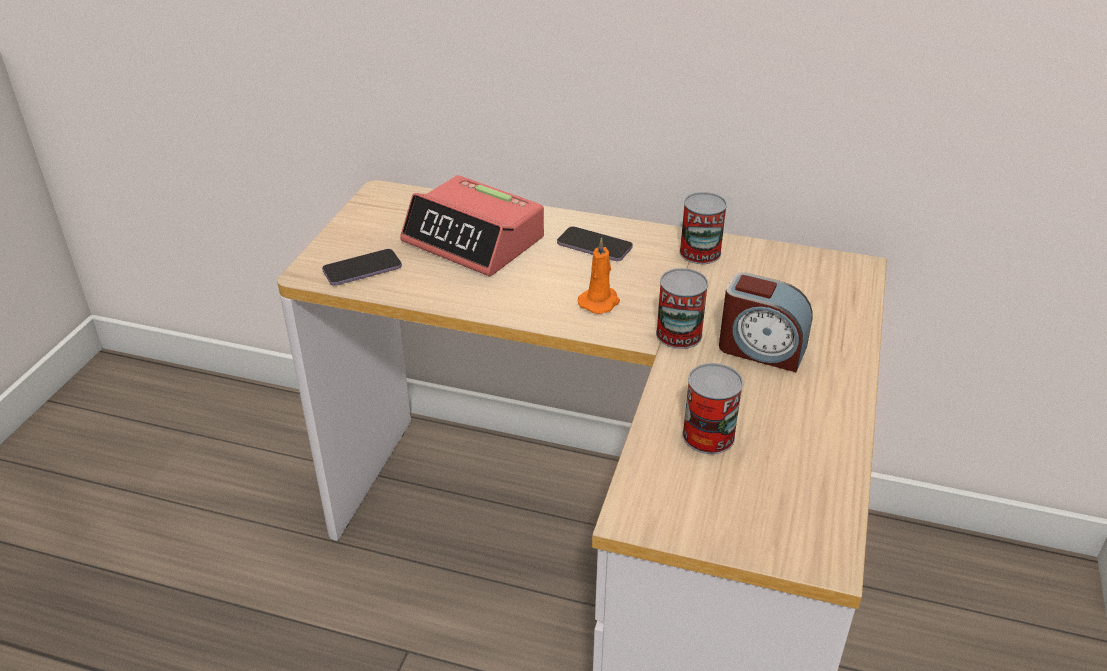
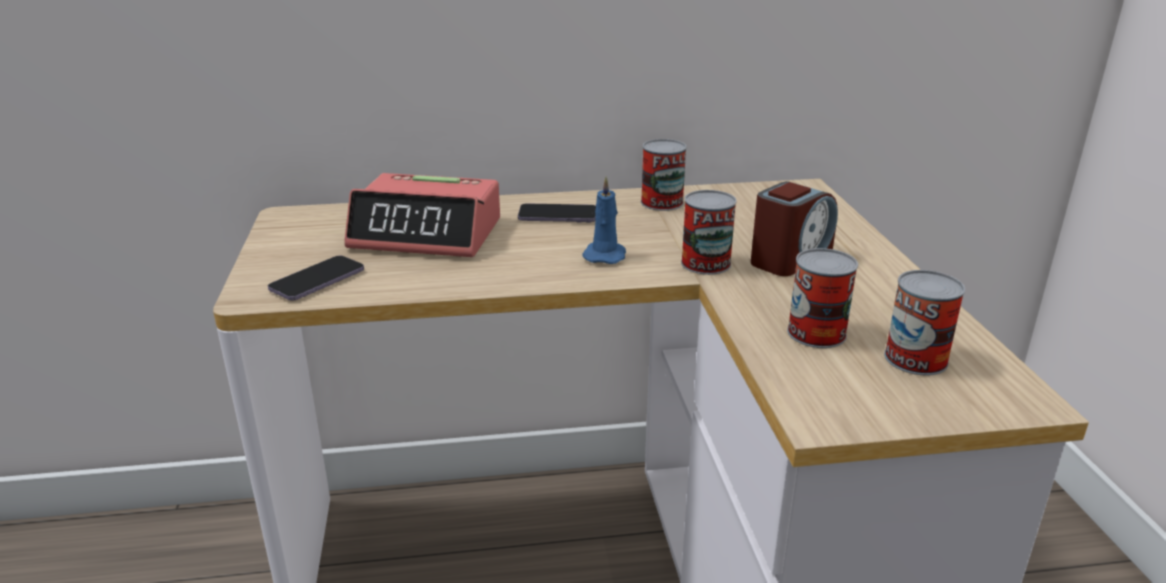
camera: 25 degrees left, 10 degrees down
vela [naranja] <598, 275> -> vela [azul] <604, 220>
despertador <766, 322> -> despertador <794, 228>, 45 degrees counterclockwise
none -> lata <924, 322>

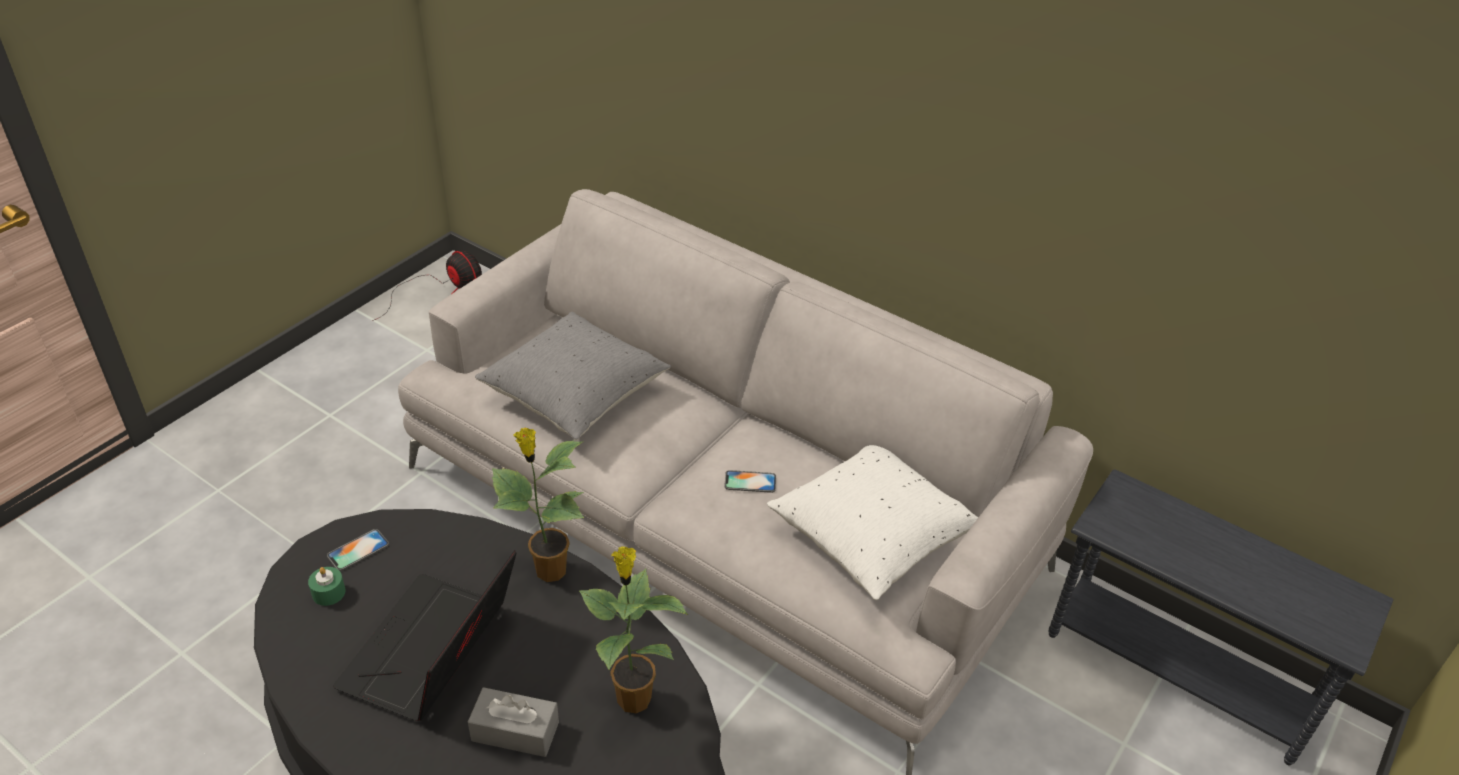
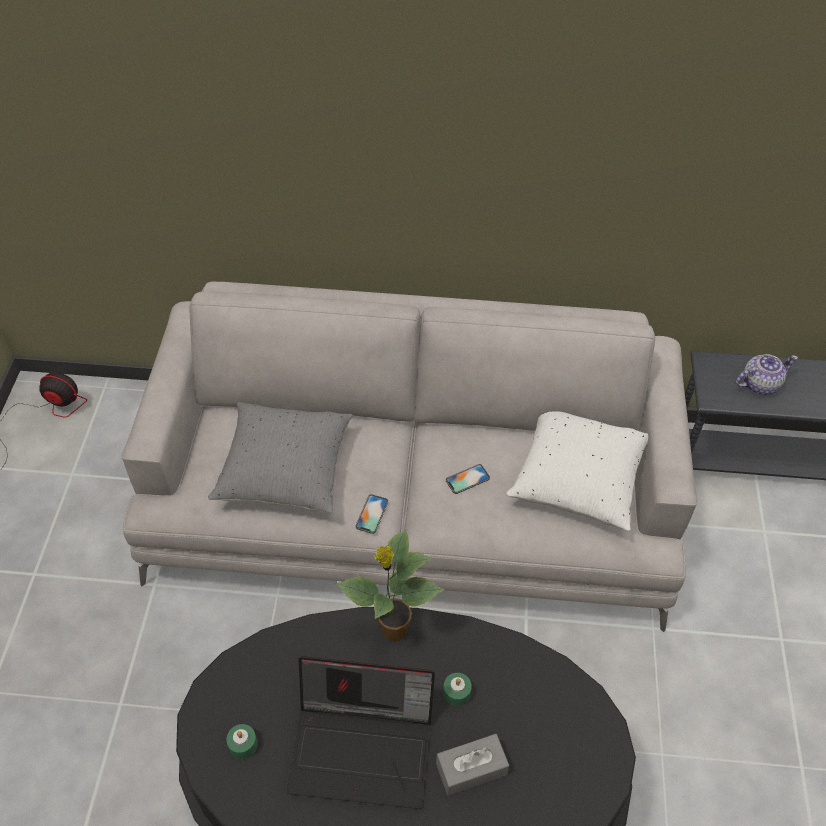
camera: 30 degrees left, 10 degrees up
móvil <358, 550> -> móvil <372, 514>, moved
planta en maceta <633, 629> -> none
portátil <425, 635> -> portátil <361, 732>, 75 degrees counterclockwise
none -> tetera <767, 374>
none -> vela [verde] <457, 689>

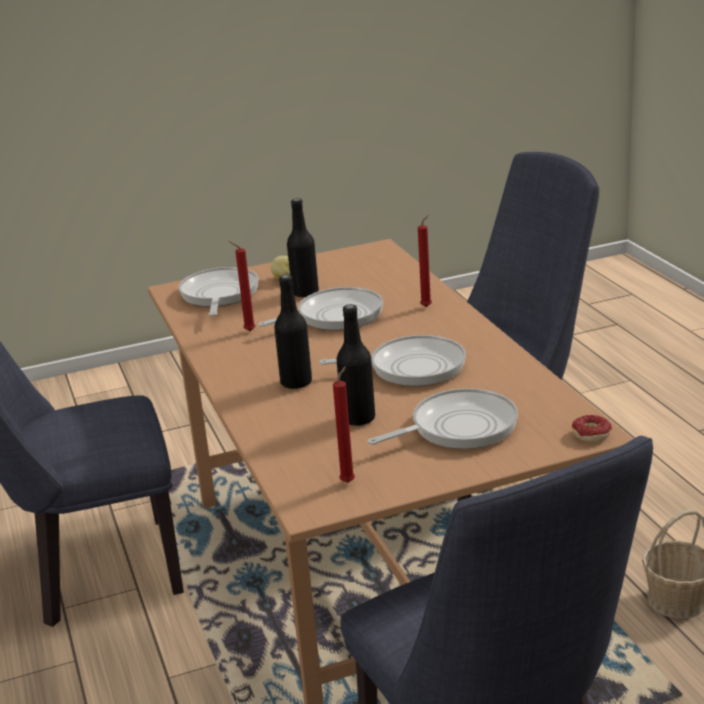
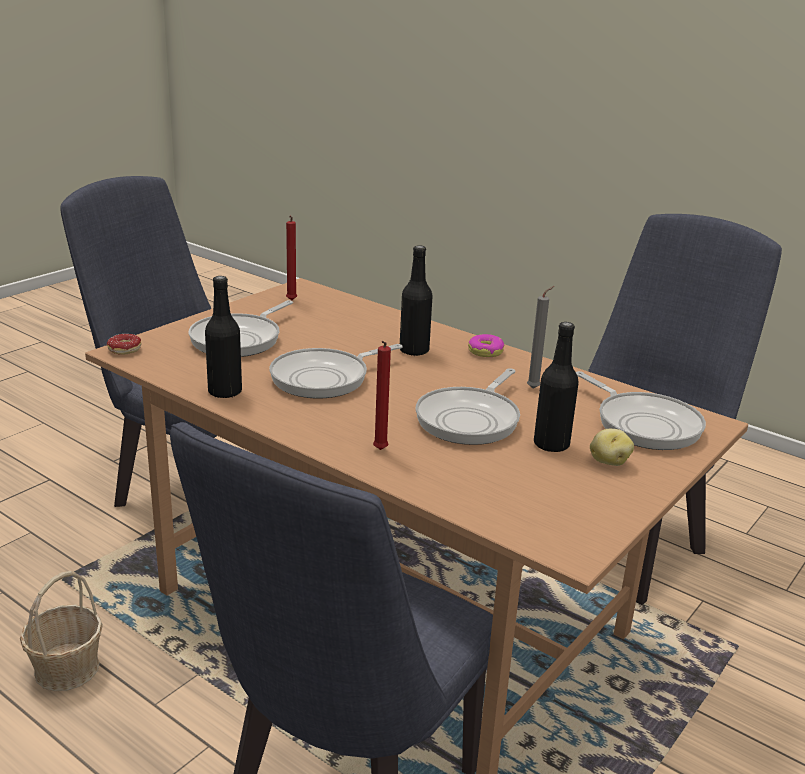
camera: 145 degrees right, 0 degrees up
vela [rojo] <242, 286> -> vela [gris] <541, 337>
botella [negro] <356, 365> -> botella [negro] <223, 337>, moved
none -> rosquilla <486, 345>

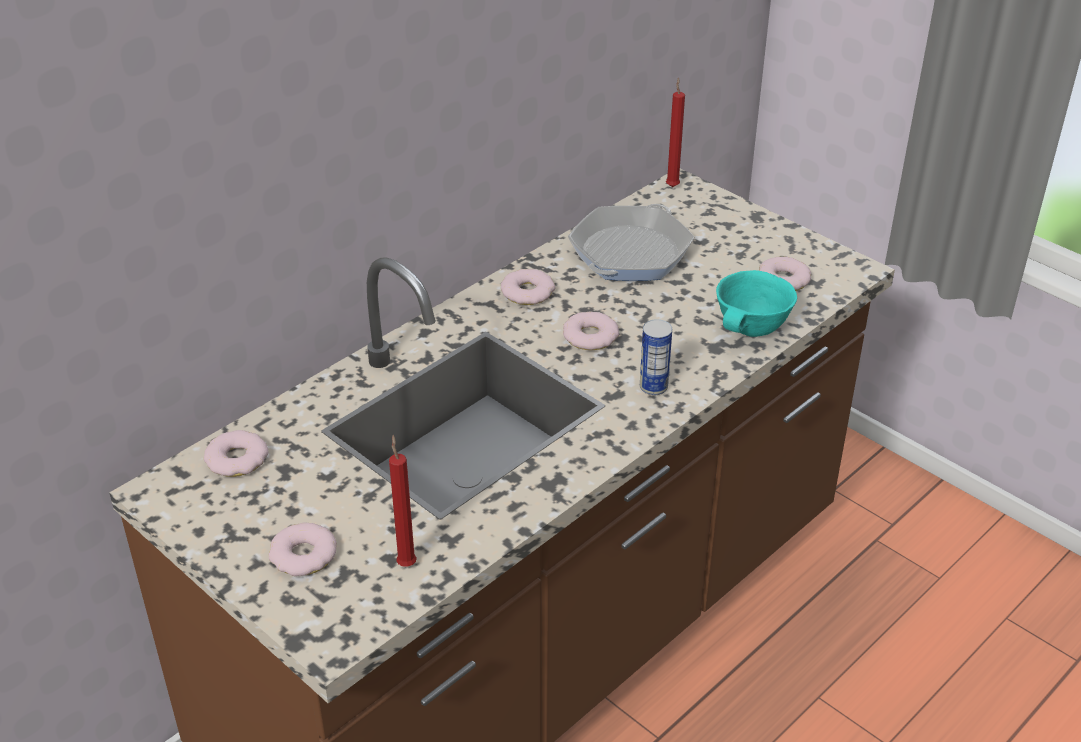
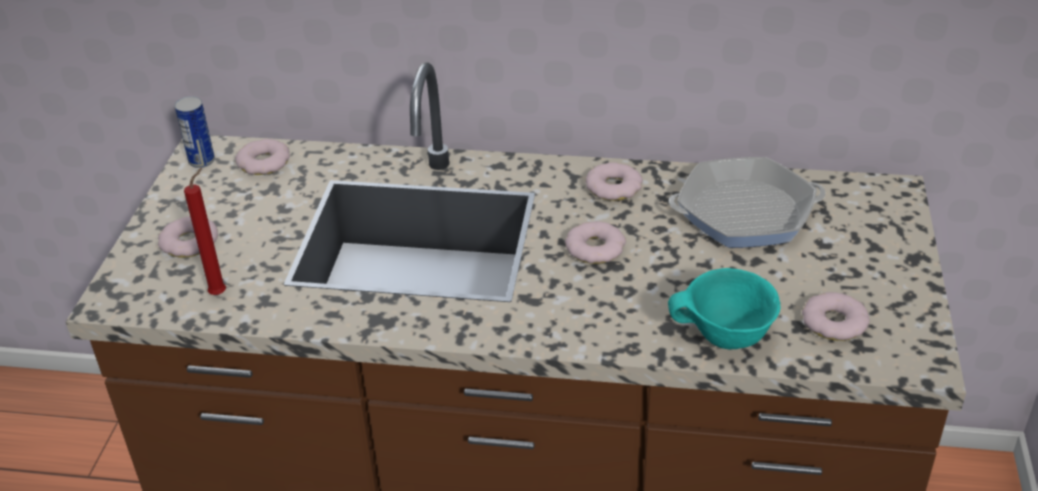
camera: 55 degrees right, 0 degrees up
vela [rojo] <675, 132> -> none
lata <656, 357> -> lata <195, 132>, moved

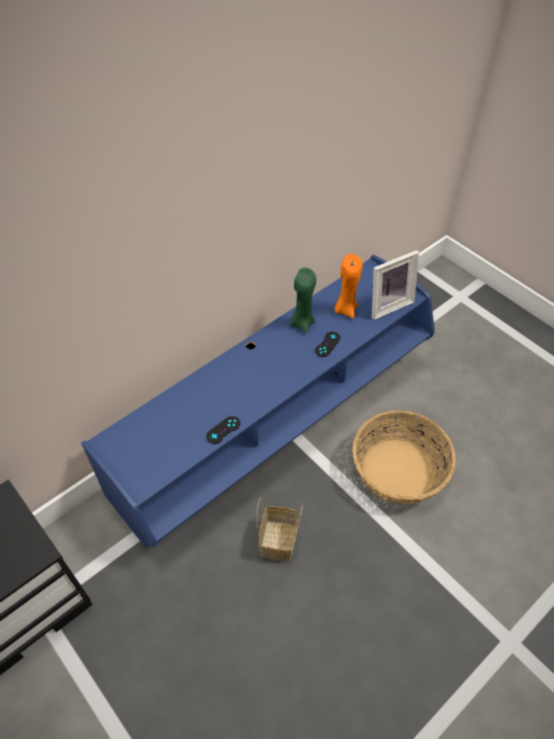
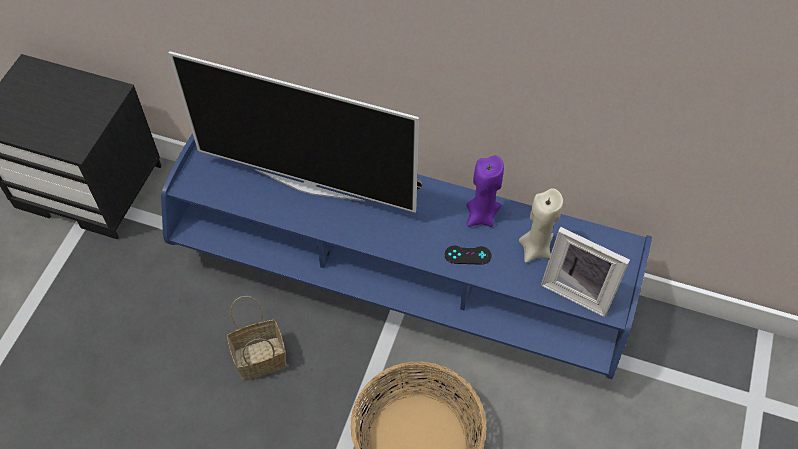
camera: 60 degrees right, 5 degrees up
vela [naranja] <348, 286> -> vela [beis] <541, 225>
vela [verde] <303, 300> -> vela [morado] <485, 191>
mando de consola [negro] <223, 430> -> none
none -> televisor <294, 132>

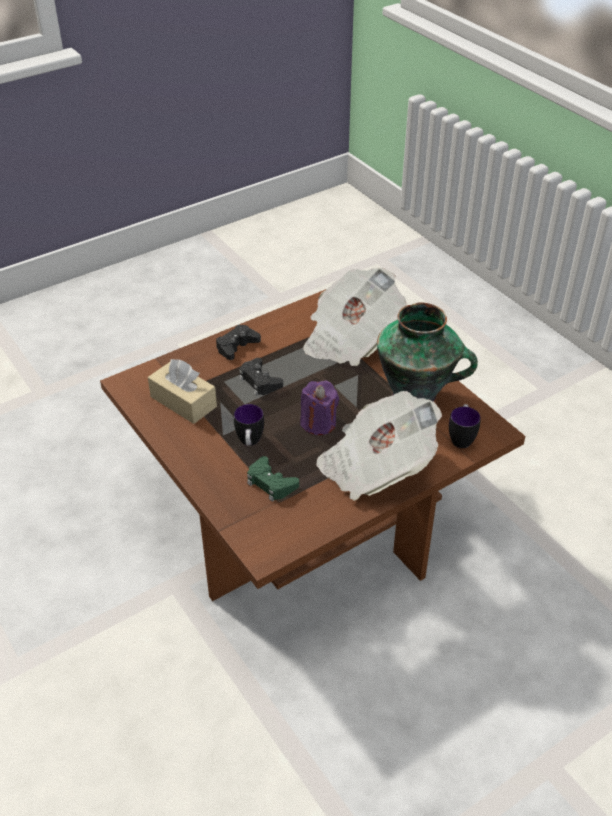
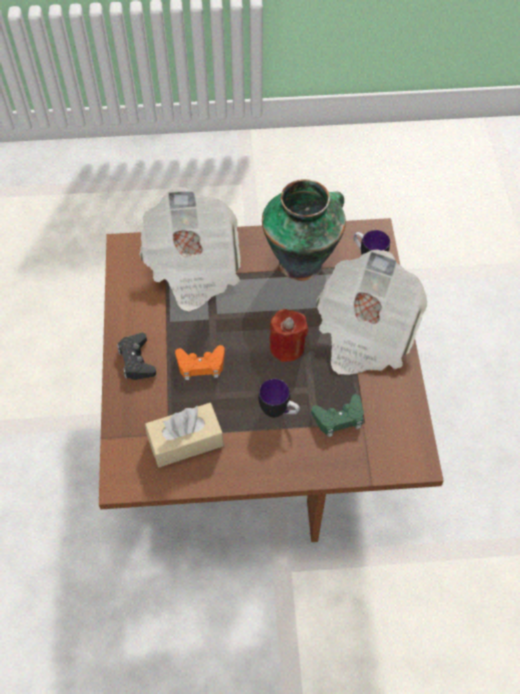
camera: 60 degrees left, 15 degrees up
mando de consola [negro] <261, 377> -> mando de consola [naranja] <200, 362>
vela [morado] <319, 408> -> vela [rojo] <288, 335>

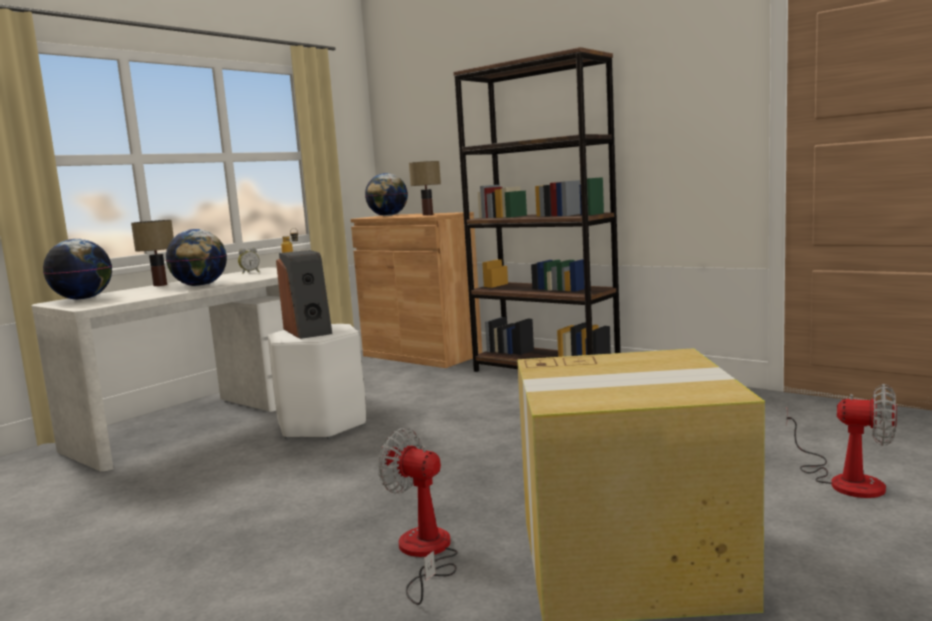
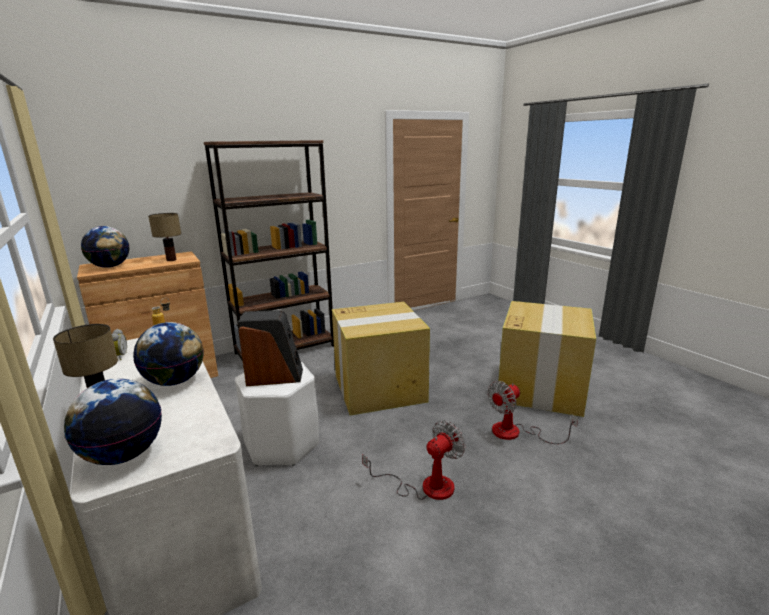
camera: 70 degrees left, 10 degrees up
ventilador <841, 441> -> ventilador <413, 460>, moved
none -> caja de cartón <381, 358>

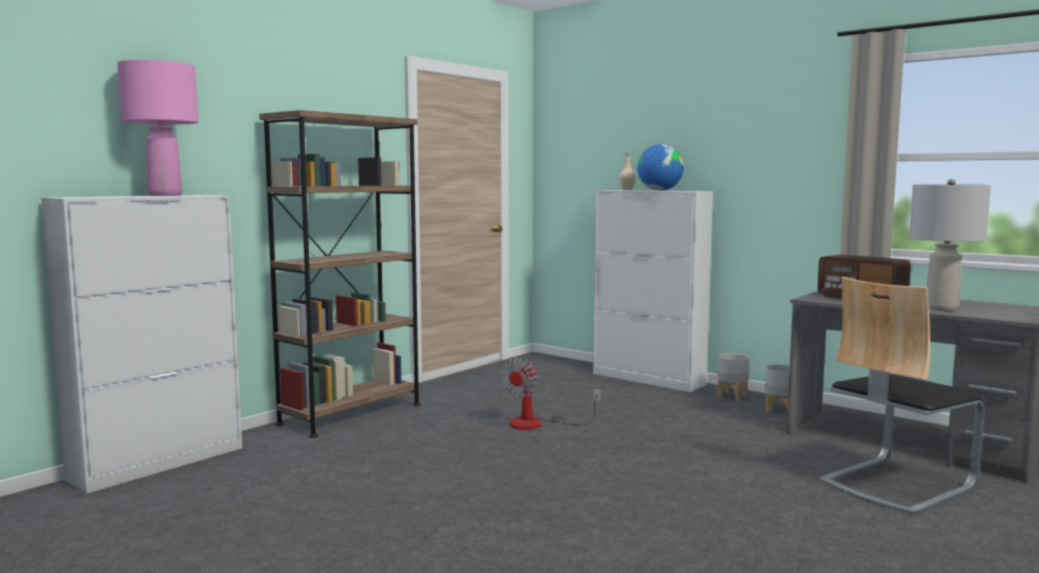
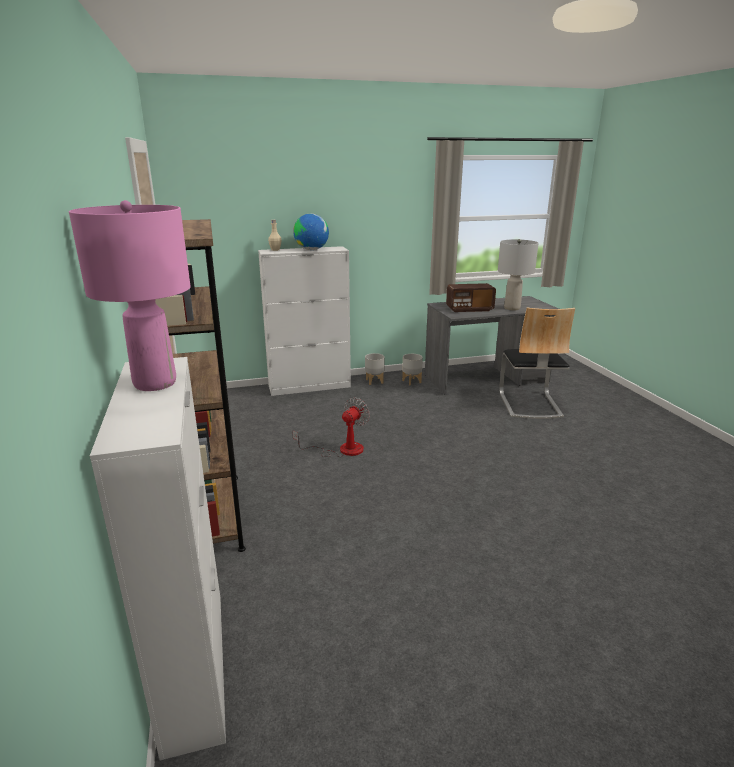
camera: 55 degrees left, 15 degrees up
ventilador <551, 393> -> ventilador <331, 427>, 120 degrees counterclockwise

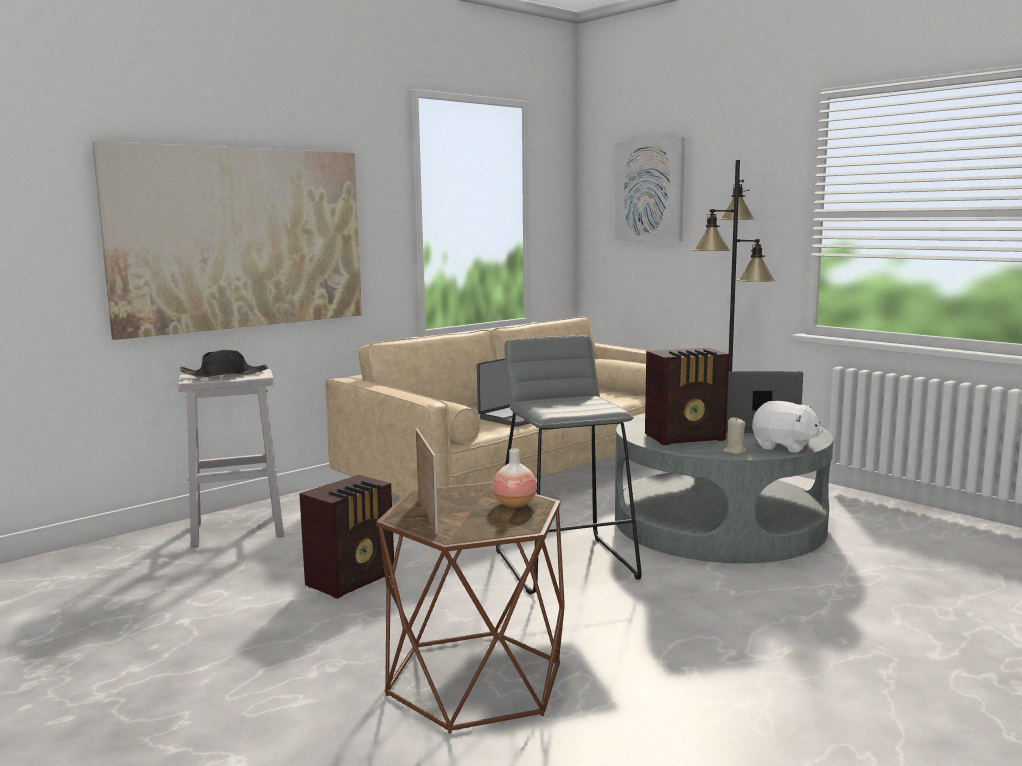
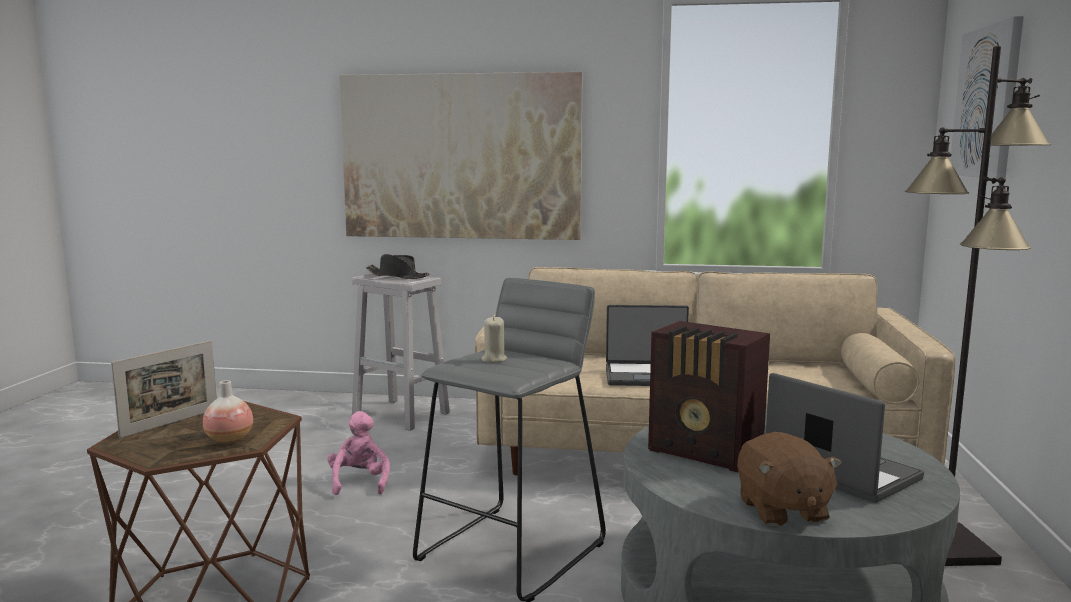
camera: 50 degrees right, 0 degrees up
peluche [blanco] <787, 427> -> peluche [marrón] <789, 479>
vela [beis] <734, 435> -> vela [beis] <494, 339>, moved
radio <346, 537> -> peluche [rosa] <358, 453>

